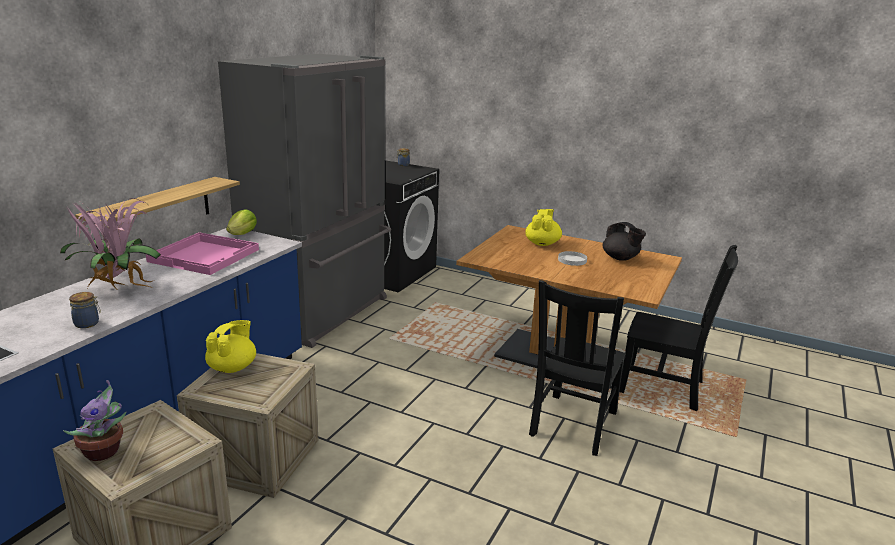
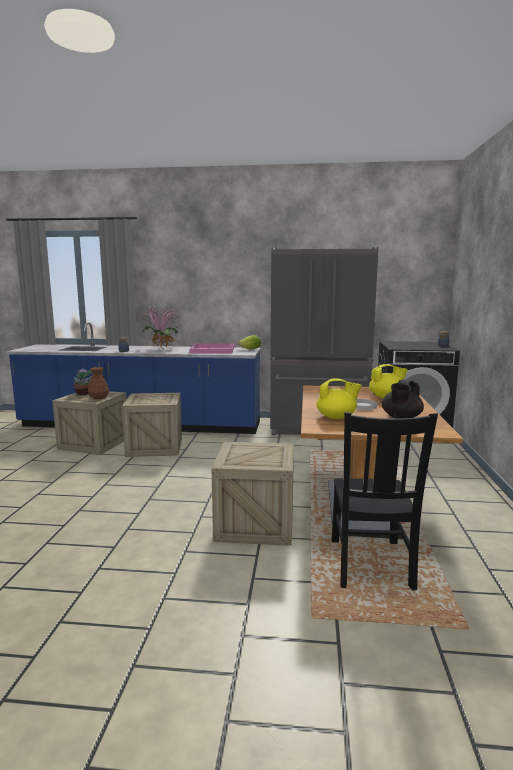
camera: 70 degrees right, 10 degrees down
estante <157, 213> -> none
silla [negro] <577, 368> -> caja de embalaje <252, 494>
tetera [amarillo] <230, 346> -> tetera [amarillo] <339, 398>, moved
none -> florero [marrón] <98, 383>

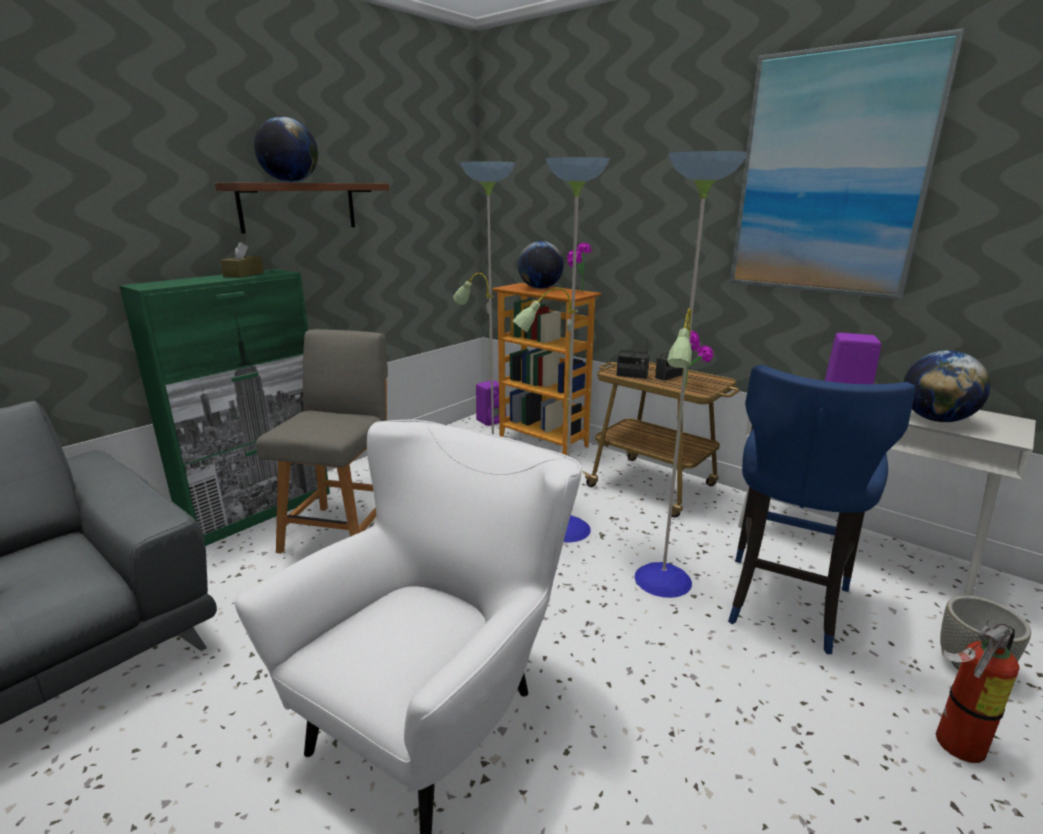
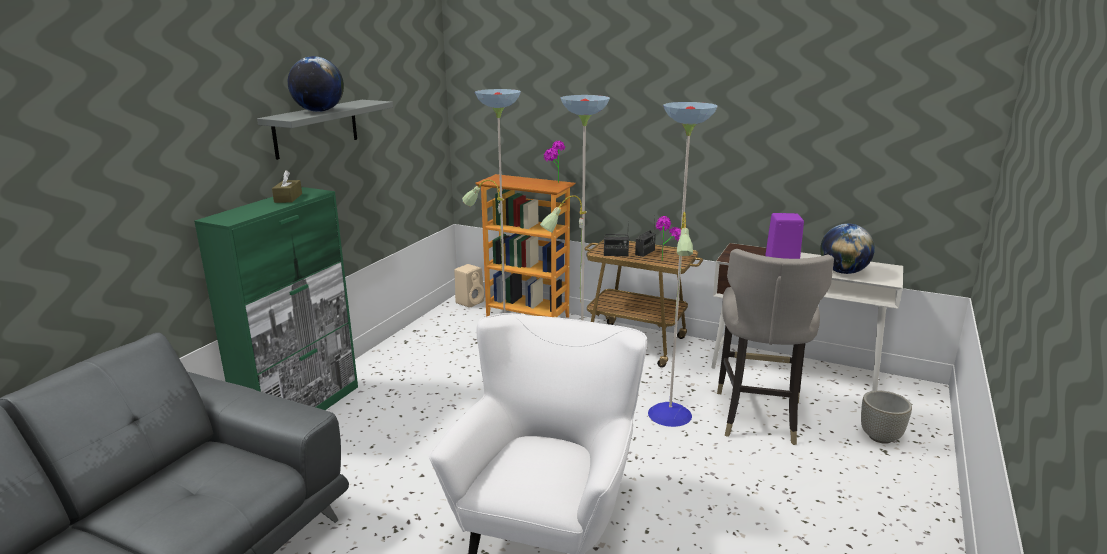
camera: 15 degrees left, 0 degrees up
cuadro <847, 164> -> none
estante [marrón] <302, 208> -> estante [gris] <325, 130>
globo terráqueo <541, 265> -> none
silla [gris] <322, 441> -> none
taburete [azul] <822, 509> -> taburete [gris] <775, 347>
altavoz [morado] <491, 403> -> altavoz [beis] <469, 286>
extintor <978, 691> -> none

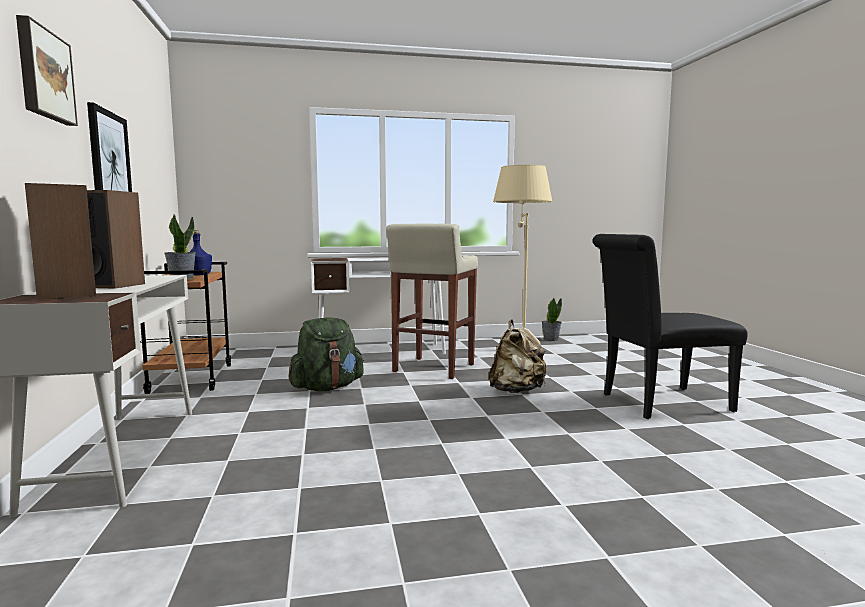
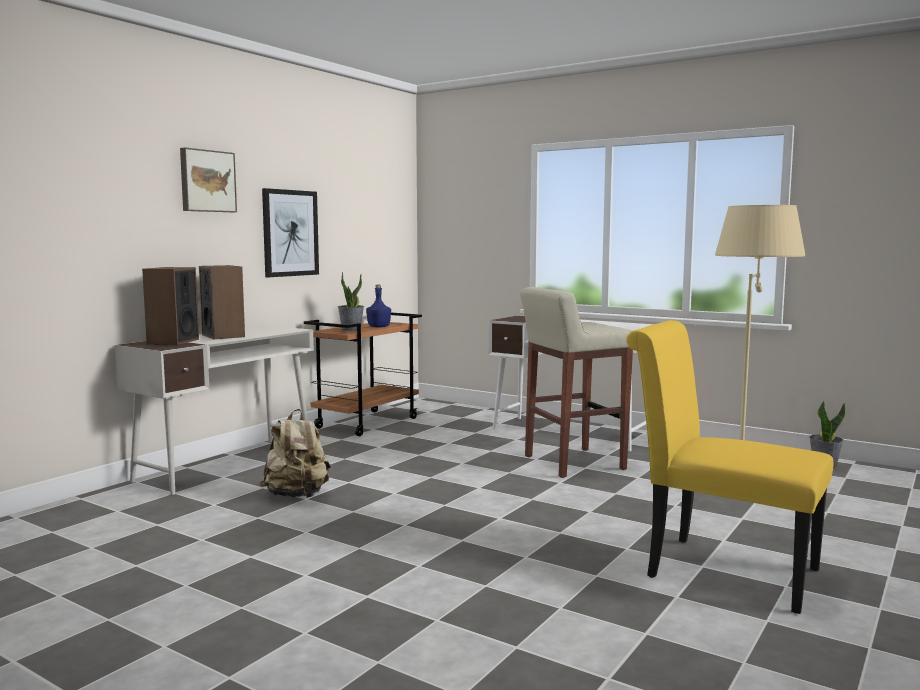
camera: 45 degrees right, 0 degrees up
silla [negro] <670, 326> -> silla [amarillo] <729, 467>
mochila [verde] <326, 354> -> none
mochila [beis] <518, 356> -> mochila [beis] <295, 453>, moved

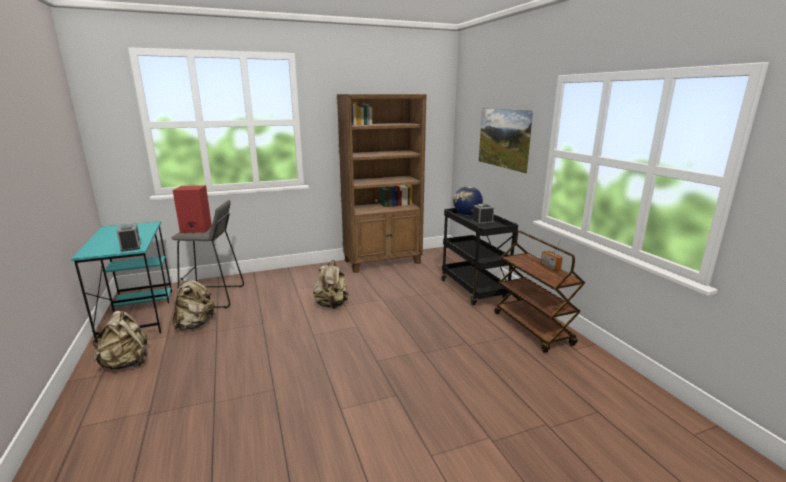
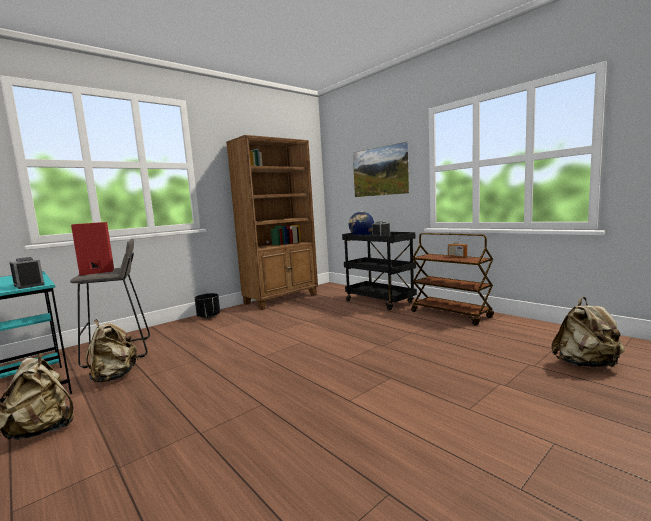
camera: 20 degrees left, 10 degrees down
mochila [beis] <331, 284> -> mochila [beis] <588, 332>, moved
none -> maceta [negro] <207, 306>

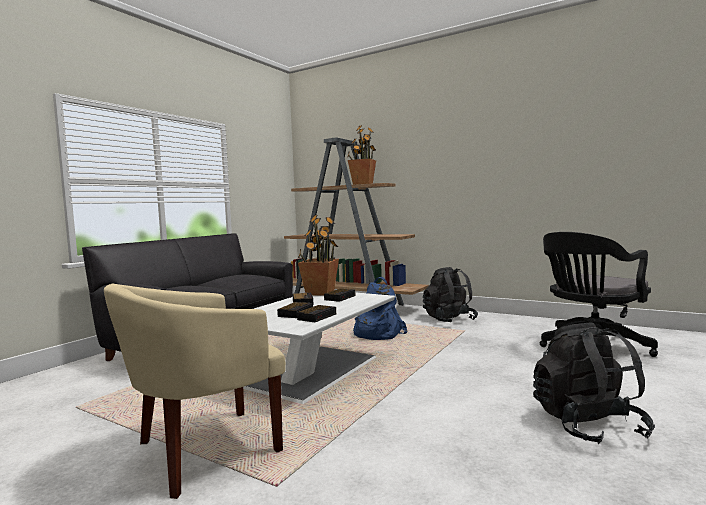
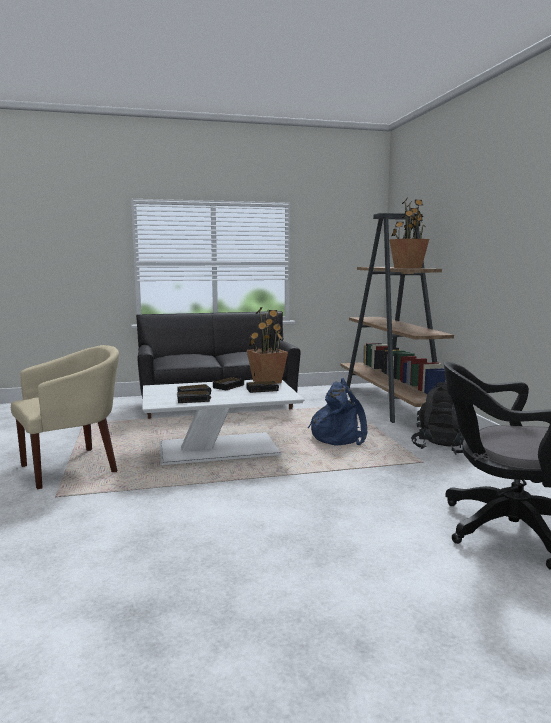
camera: 45 degrees right, 5 degrees up
sillón [beis] <195, 391> -> sillón [beis] <65, 417>, 135 degrees clockwise
mochila [negro] <594, 383> -> none

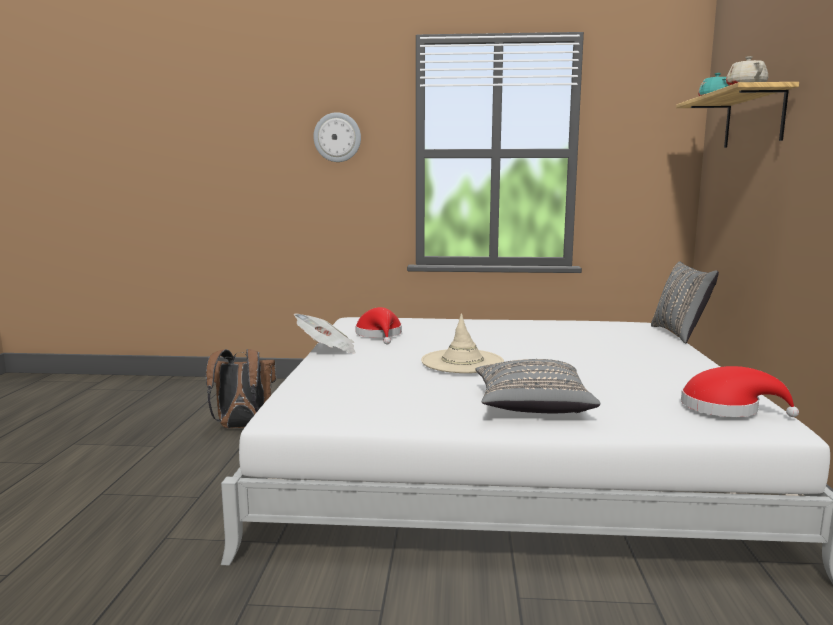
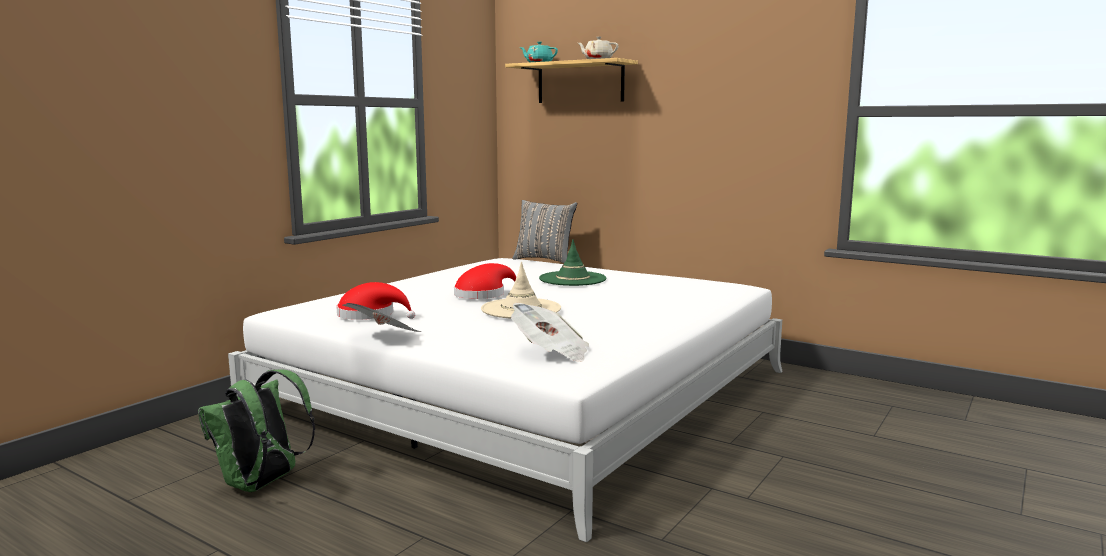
camera: 60 degrees left, 0 degrees up
reloj de pared <337, 137> -> none
mochila [marrón] <241, 388> -> mochila [verde] <256, 431>
cojín [gris] <537, 386> -> none
sombrero [rojo] <740, 391> -> sombrero [rojo] <485, 281>, moved
none -> sombrero [verde] <573, 262>
none -> periódico <550, 332>

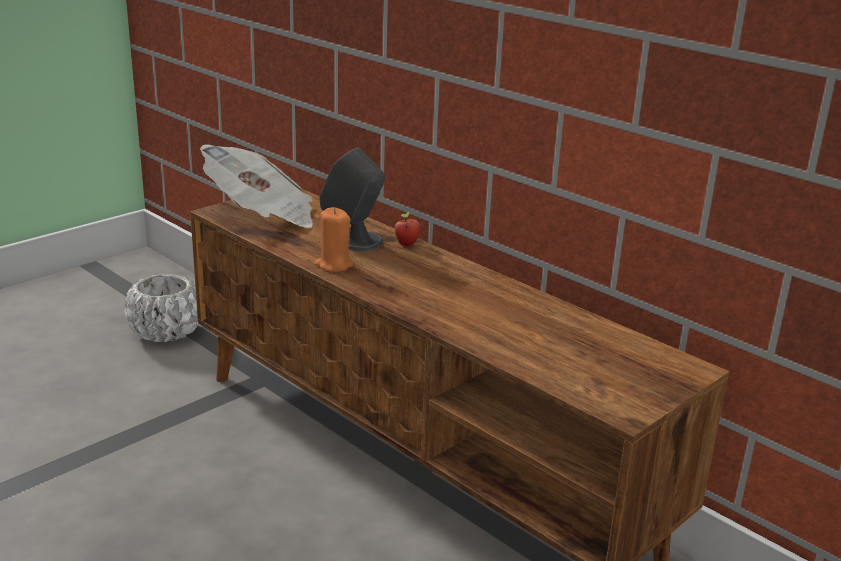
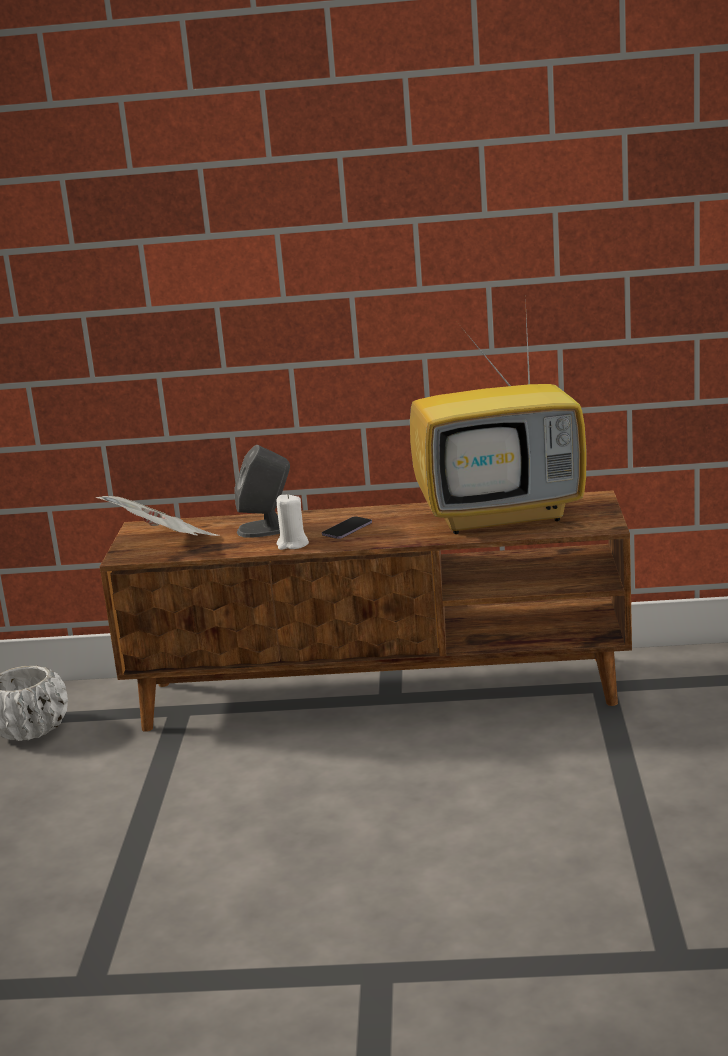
camera: 40 degrees left, 5 degrees down
vela [naranja] <334, 239> -> vela [blanco] <292, 522>
manzana <407, 229> -> none
none -> televisor <498, 415>
none -> móvil <347, 527>

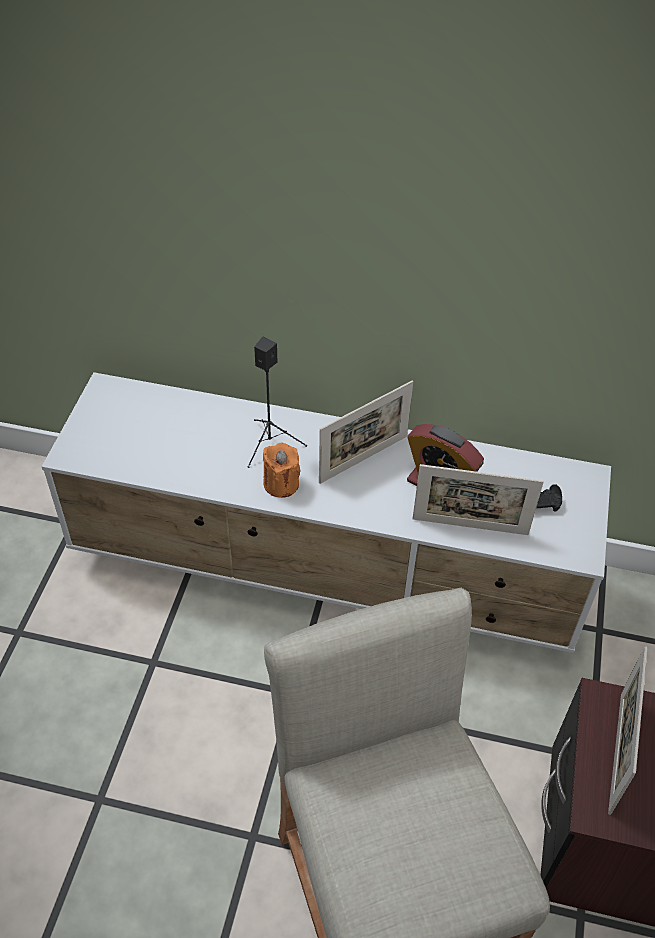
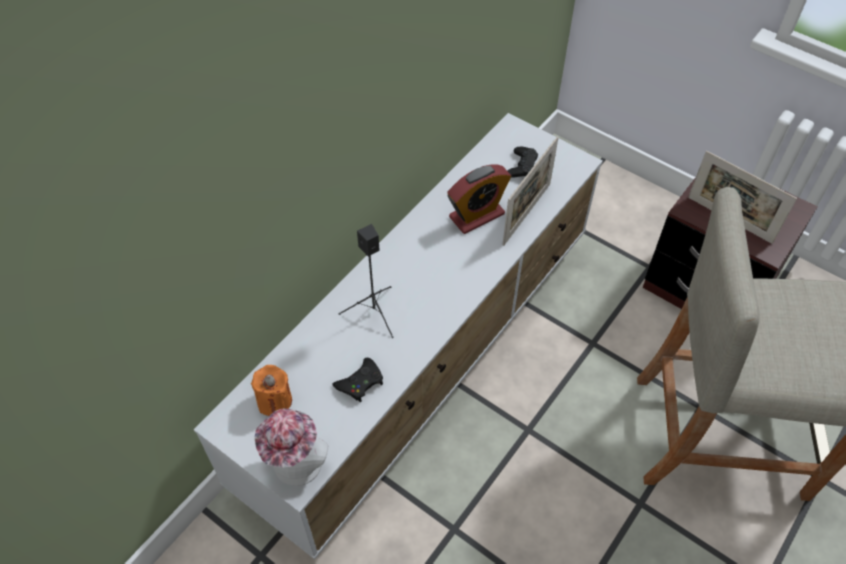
camera: 65 degrees left, 5 degrees up
portarretratos <366, 432> -> none
vela [naranja] <281, 470> -> vela [naranja] <271, 390>, moved
none -> mando de consola [negro] <357, 380>
none -> sombrero <291, 447>

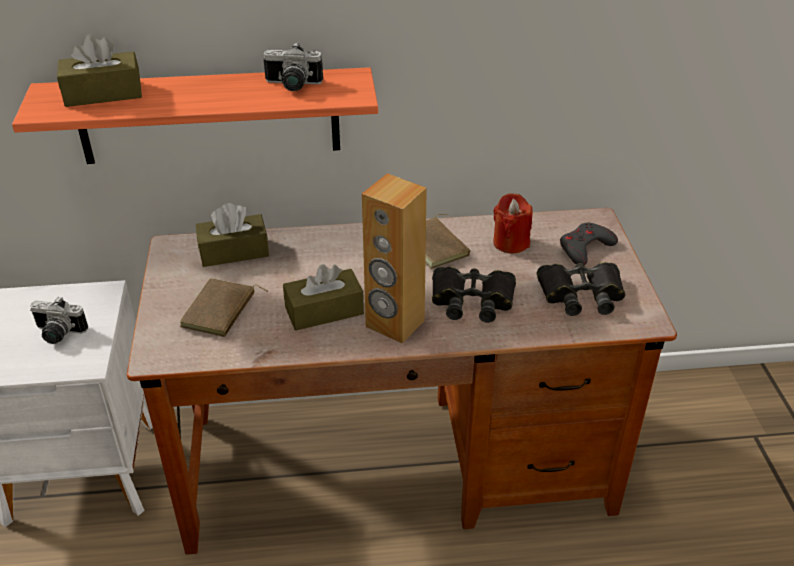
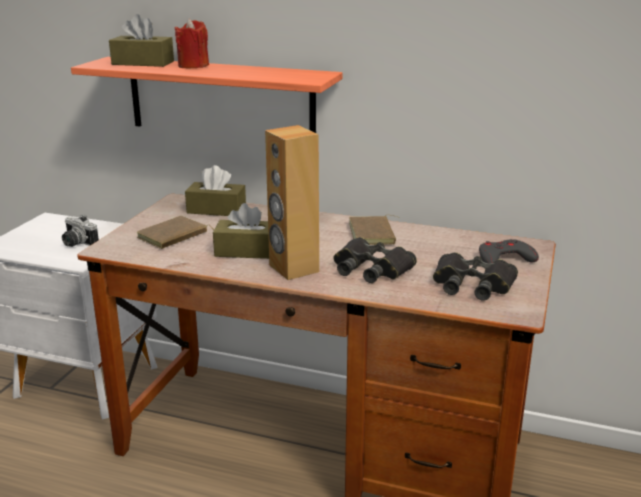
camera: 25 degrees right, 15 degrees down
cámara <293, 66> -> none
vela [rojo] <513, 223> -> vela [rojo] <192, 43>, moved

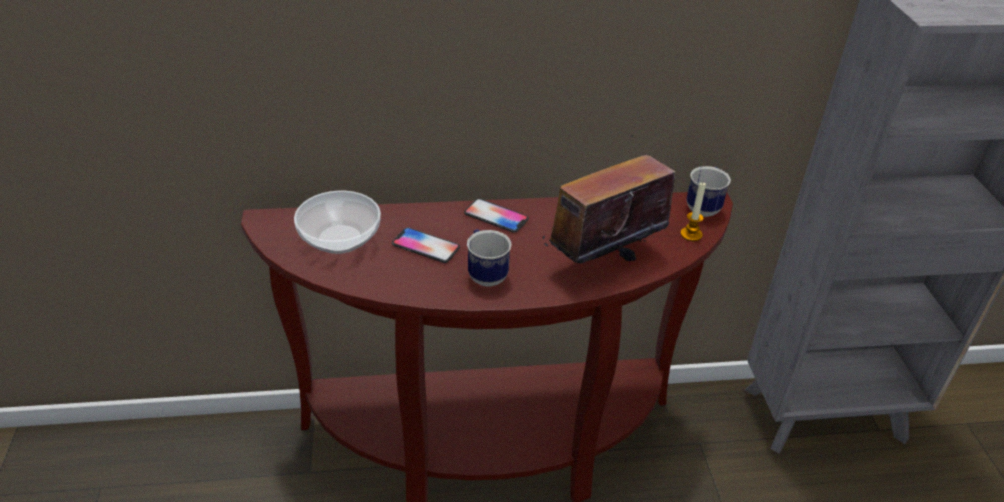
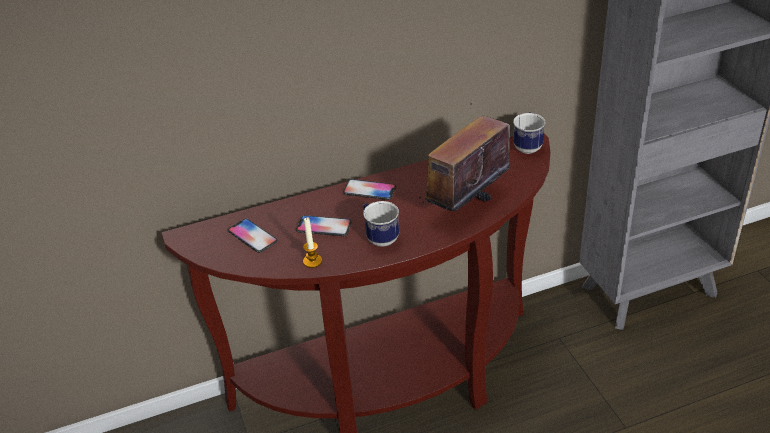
camera: 10 degrees left, 0 degrees up
vela <693, 211> -> vela <312, 242>, moved
cuenco <337, 222> -> móvil <253, 236>

